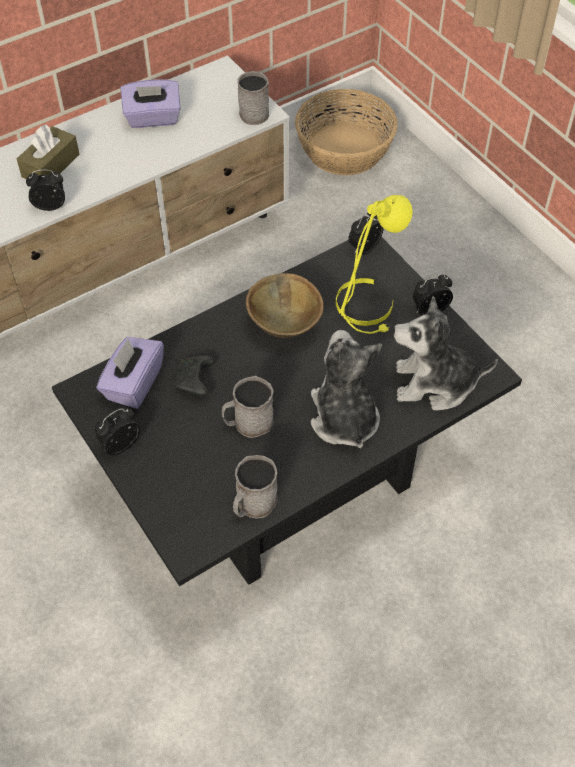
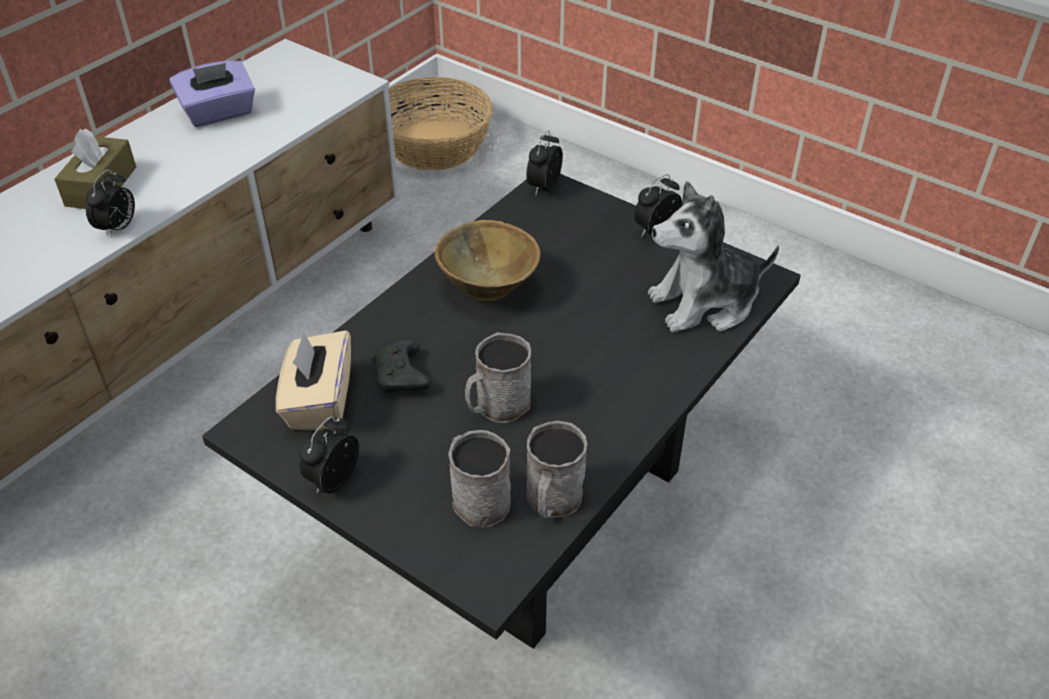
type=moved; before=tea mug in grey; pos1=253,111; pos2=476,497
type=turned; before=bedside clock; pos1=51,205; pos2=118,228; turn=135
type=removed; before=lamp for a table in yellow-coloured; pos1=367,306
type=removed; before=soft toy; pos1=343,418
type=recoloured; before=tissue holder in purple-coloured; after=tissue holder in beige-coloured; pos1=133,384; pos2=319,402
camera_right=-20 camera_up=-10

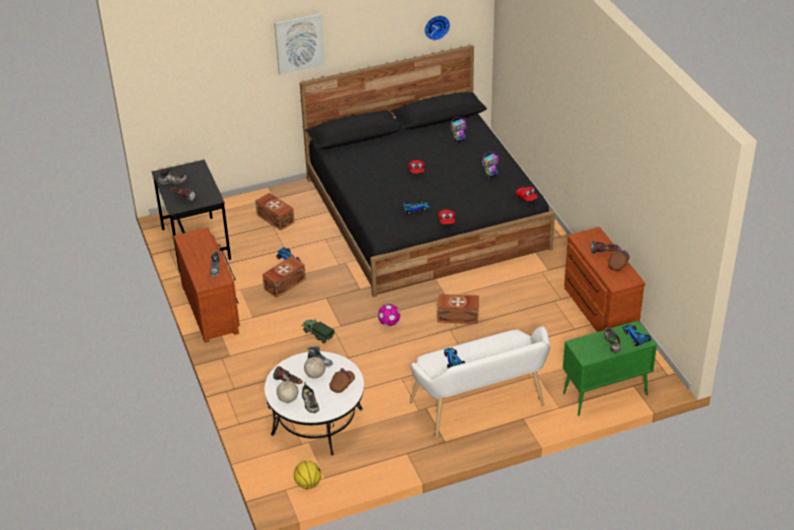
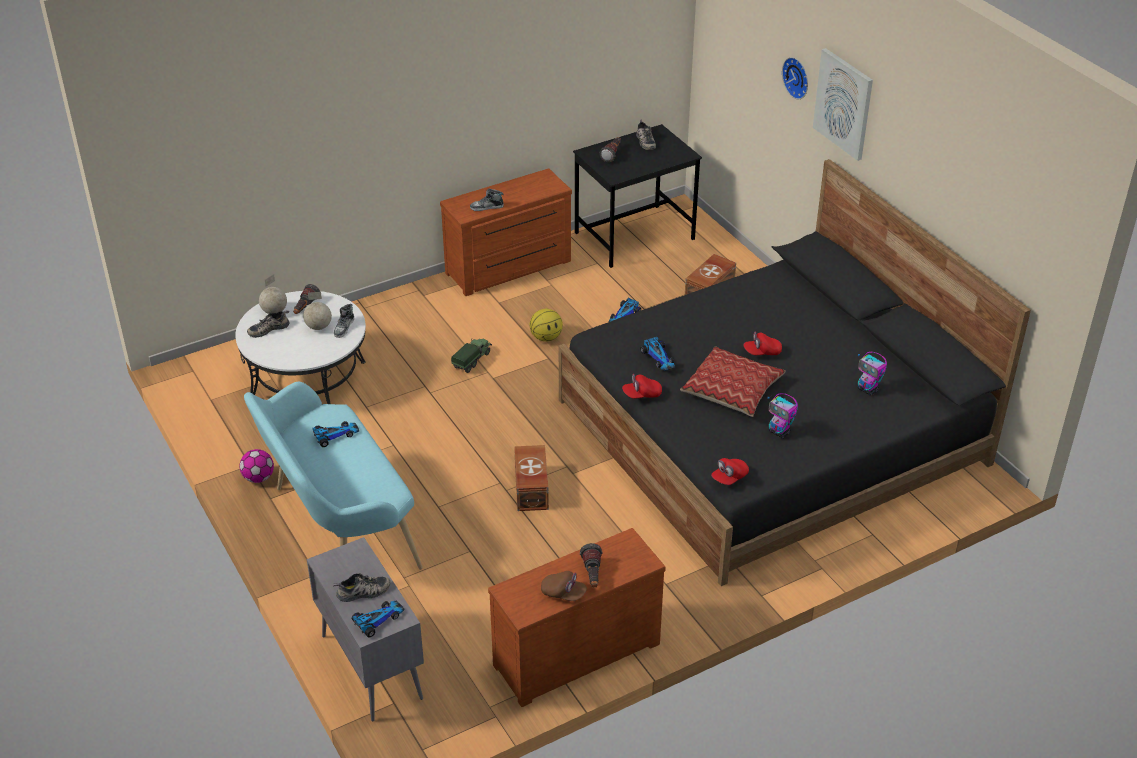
type=moved; before=hanging clock; pos1=436,26; pos2=797,77
type=removed; before=storage box in brown-coloured; pos1=284,284
type=moved; before=football; pos1=389,323; pos2=258,478
type=recoloured; before=cupboard in green-coloured; after=cupboard in grey; pos1=604,394; pos2=371,666
type=recoloured; before=indoor bench in white; after=indoor bench in turquoise; pos1=481,407; pos2=338,528
type=removed; before=cap in brown-coloured; pos1=342,385
type=moved; before=basketball ball; pos1=308,483; pos2=546,337
type=added; after=cushion; pos2=732,390
camera_right=80 camera_up=0

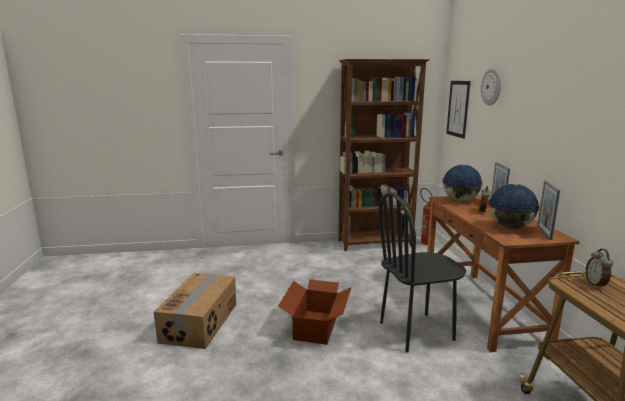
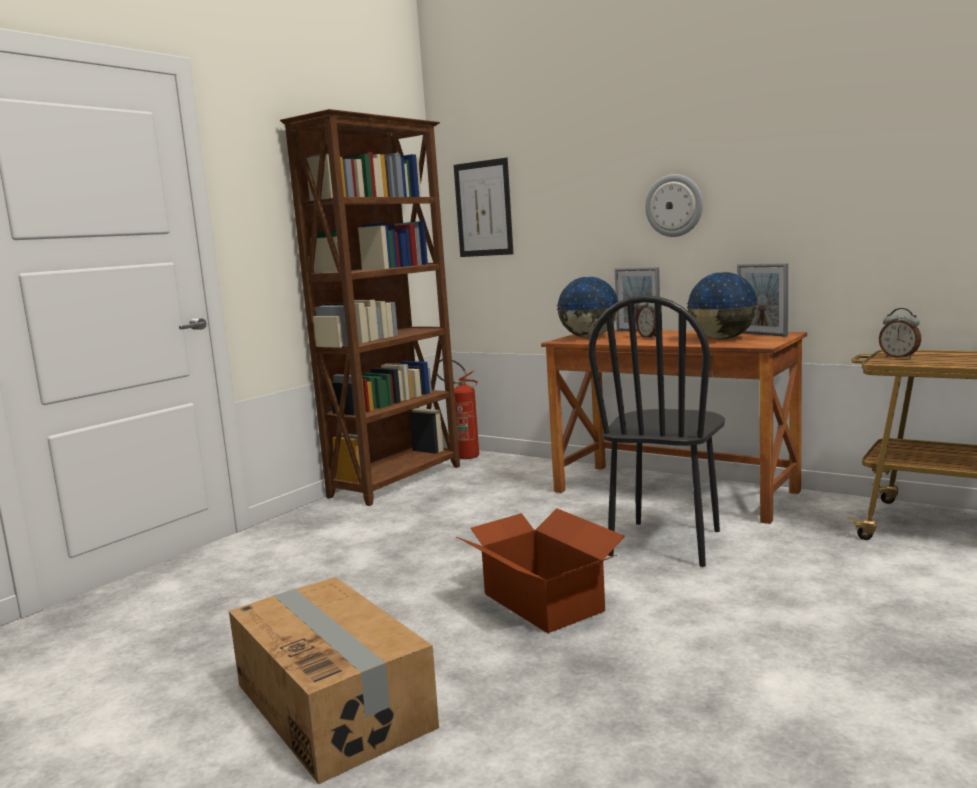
type=moved; before=hanging clock; pos1=491,87; pos2=674,205
camera_right=-45 camera_up=-5

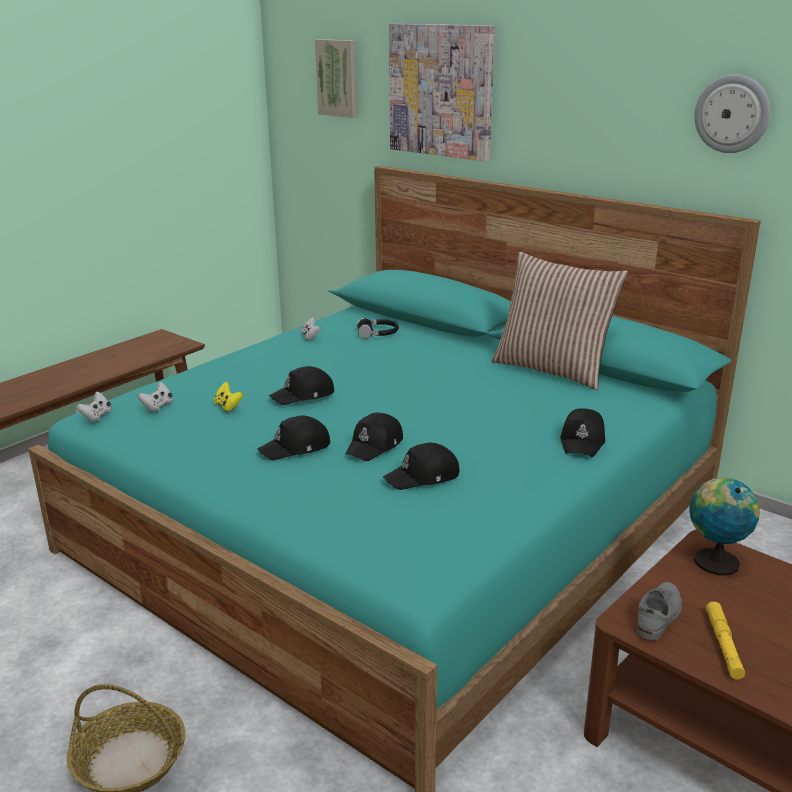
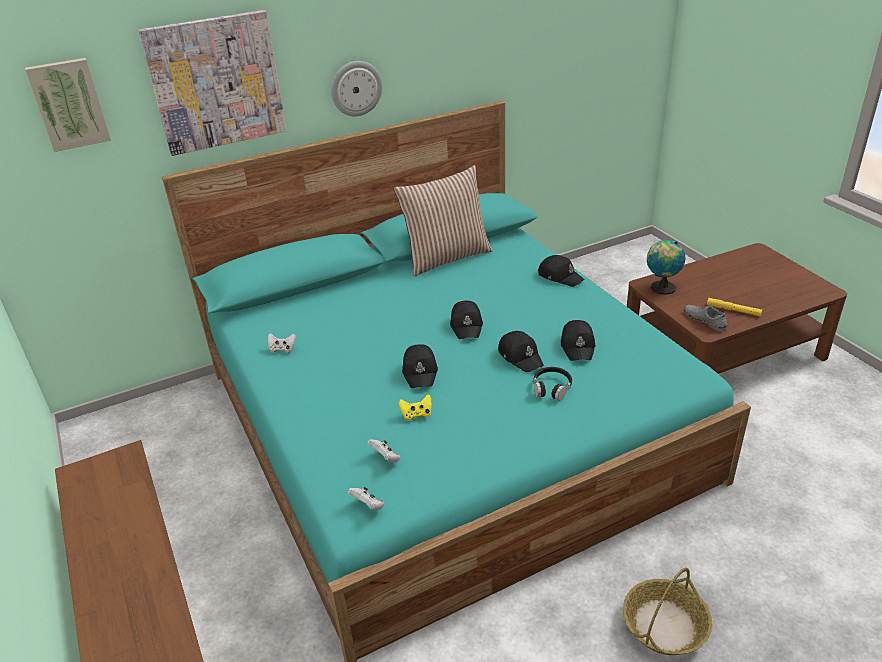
type=moved; before=hanging clock; pos1=732,114; pos2=356,88
type=moved; before=pair of headphones in blackish; pos1=378,334; pos2=551,388
type=moved; before=cap in blackish; pos1=296,448; pos2=467,325
camera_right=-65 camera_up=10

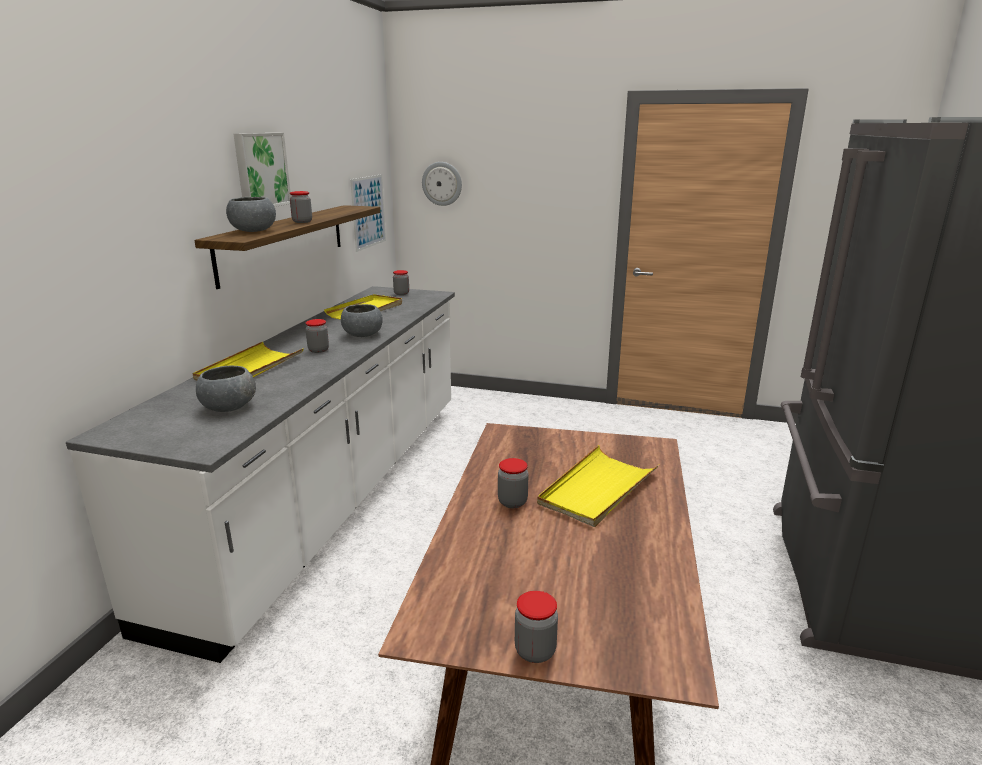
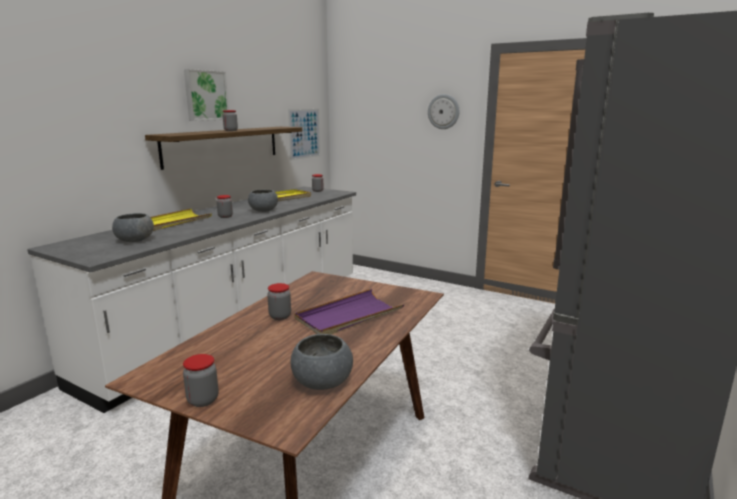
type=moved; before=hanging clock; pos1=442,183; pos2=443,111
type=moved; before=bowl in grey; pos1=253,231; pos2=322,382
type=recoloured; before=carrying tray in yellow-coloured; after=carrying tray in purple-coloured; pos1=597,489; pos2=348,316
camera_right=15 camera_up=-5

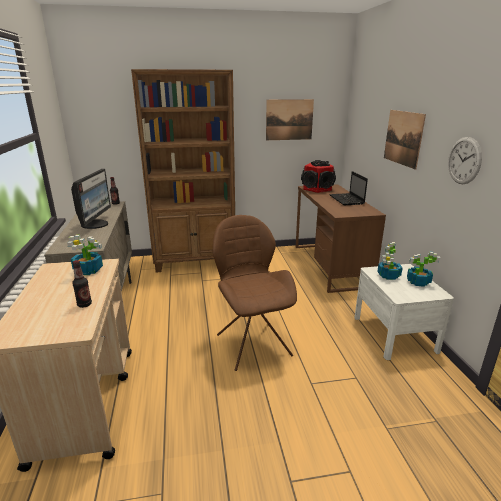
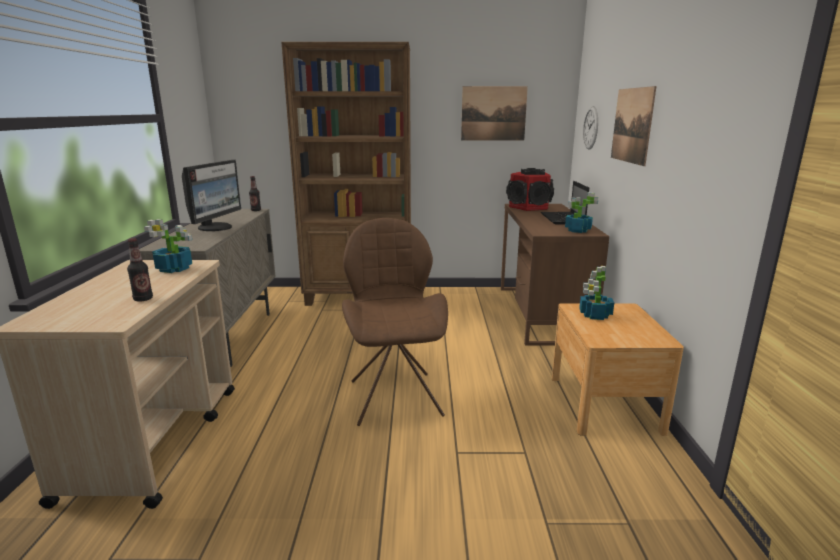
type=moved; before=hanging clock; pos1=464,160; pos2=591,128
type=moved; before=potted plant; pos1=417,282; pos2=577,230
type=recoloured; before=night table in white; after=night table in brown-coloured; pos1=394,334; pos2=604,404
camera_right=10 camera_up=-5

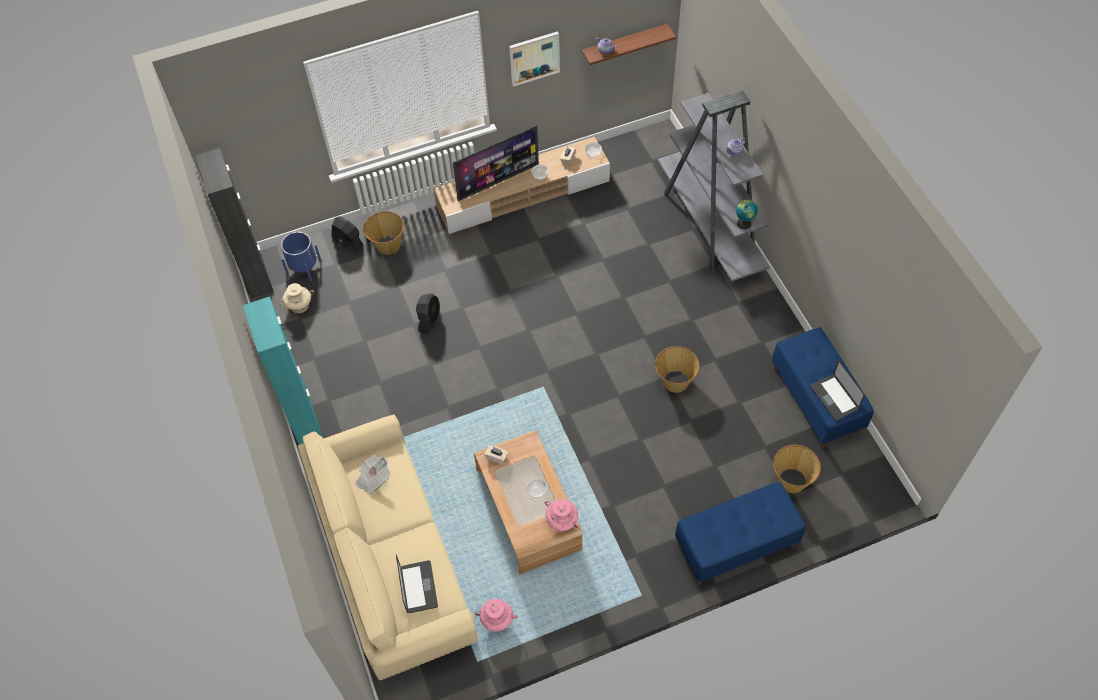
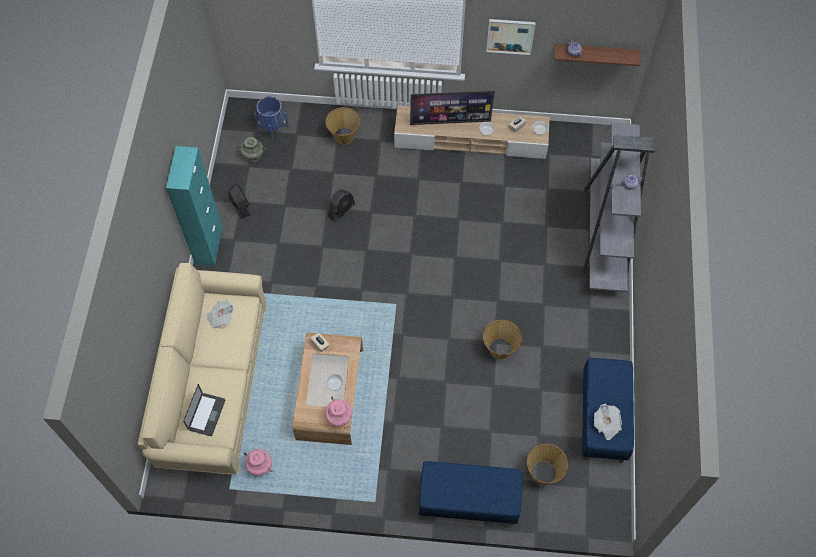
type=removed; before=cupboard in blackish; pos1=256,275
type=removed; before=world globe; pos1=744,222
type=moved; before=electric fan in blackish; pos1=347,241; pos2=240,206
type=recoloured; before=vase in beige-coloured; after=vase in turquoise; pos1=299,306; pos2=253,155
type=replaced; before=laptop; after=printed paper; pos1=834,398; pos2=606,424
camera_right=25 camera_up=5

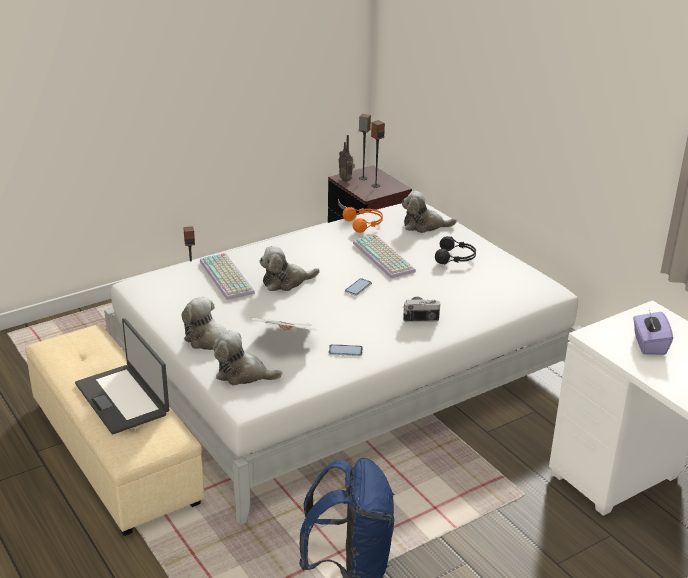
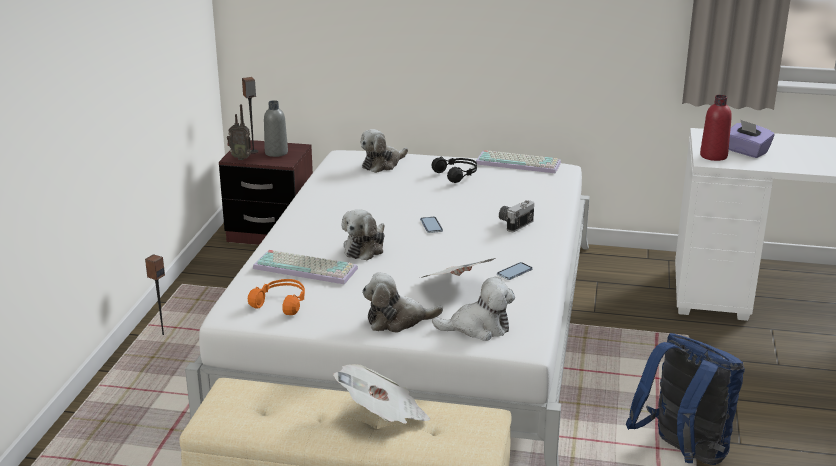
type=replaced; before=loudspeaker; after=bottle in grey; pos1=375,185; pos2=276,153
type=moved; before=pair of headphones in orangey; pos1=364,224; pos2=281,303
type=moved; before=keyboard; pos1=385,257; pos2=519,163
type=replaced; before=laptop; after=printed paper; pos1=123,399; pos2=383,416
type=turned; before=soft toy; pos1=243,374; pos2=478,328; turn=-150
type=added; after=bottle in red-coloured; pos2=713,156
camera_right=-45 camera_up=-5

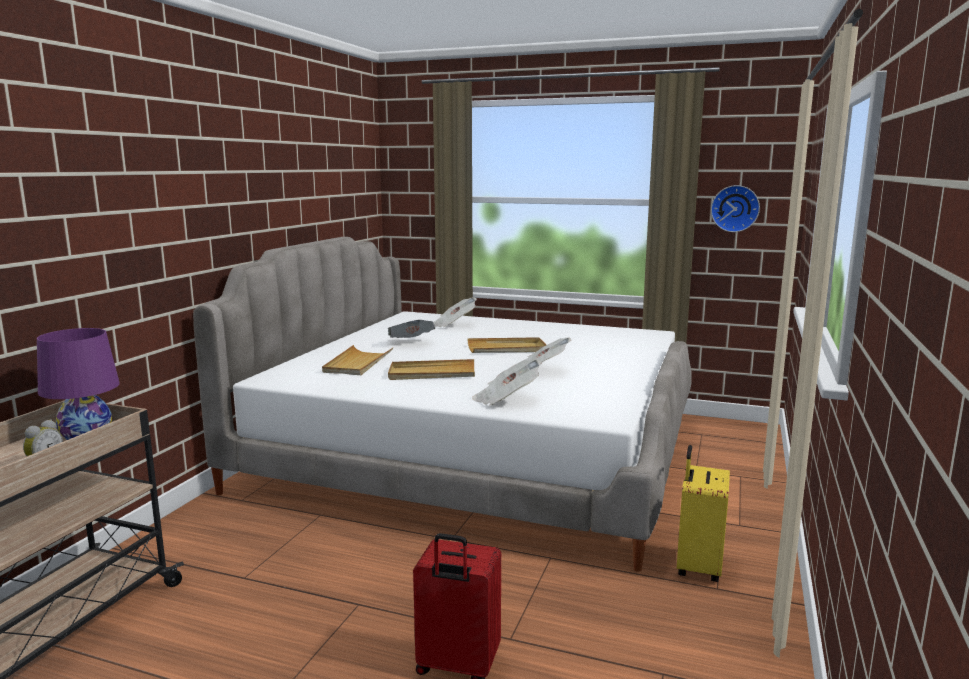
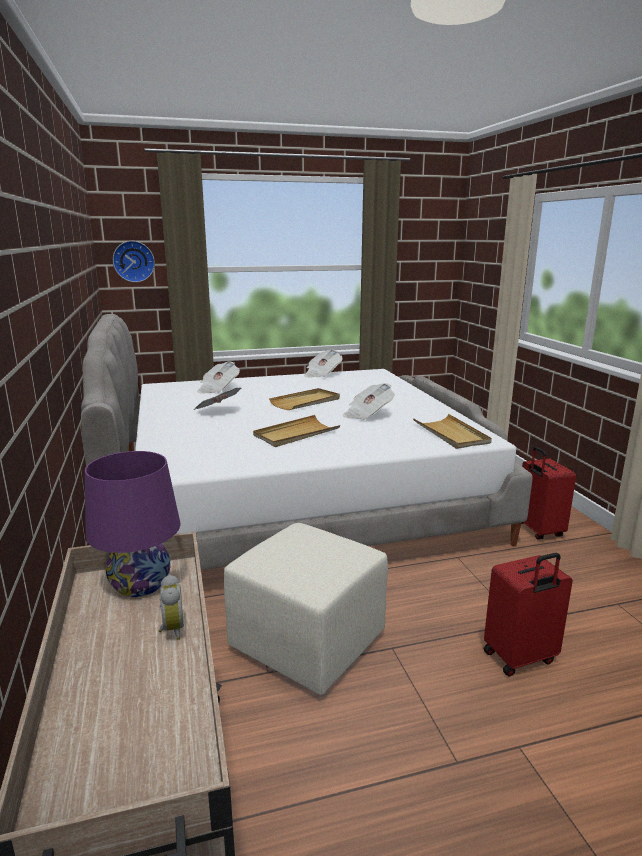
type=moved; before=hanging clock; pos1=735,208; pos2=134,261
type=moved; before=carrying tray in beige-coloured; pos1=358,363; pos2=451,434
type=moved; before=printed paper; pos1=506,399; pos2=322,374
type=recoloured; before=travel case in yellow-coloured; after=travel case in red-coloured; pos1=697,567; pos2=538,530
type=added; after=ottoman in beige-coloured; pos2=306,642
camera_right=-35 camera_up=5

